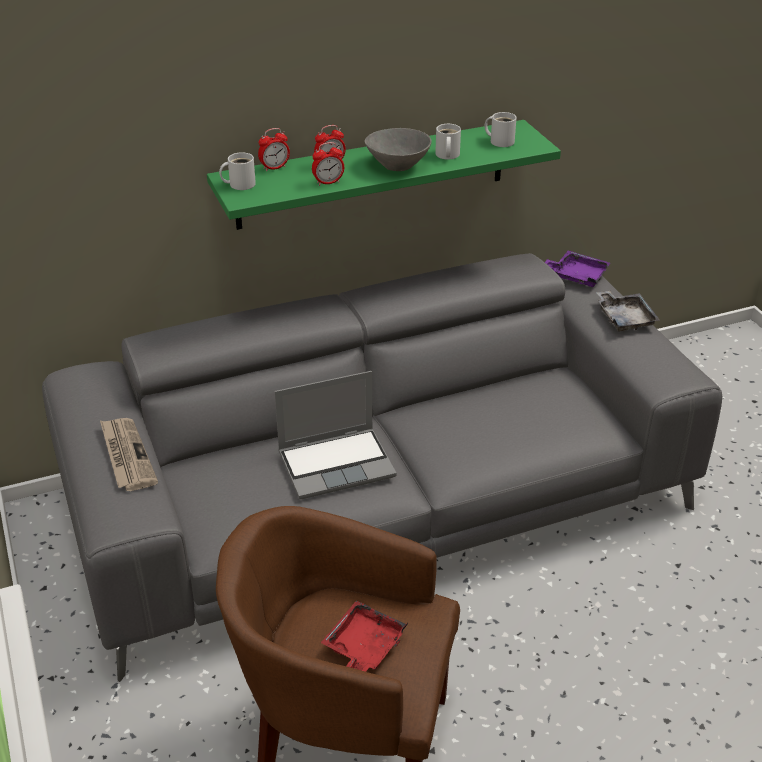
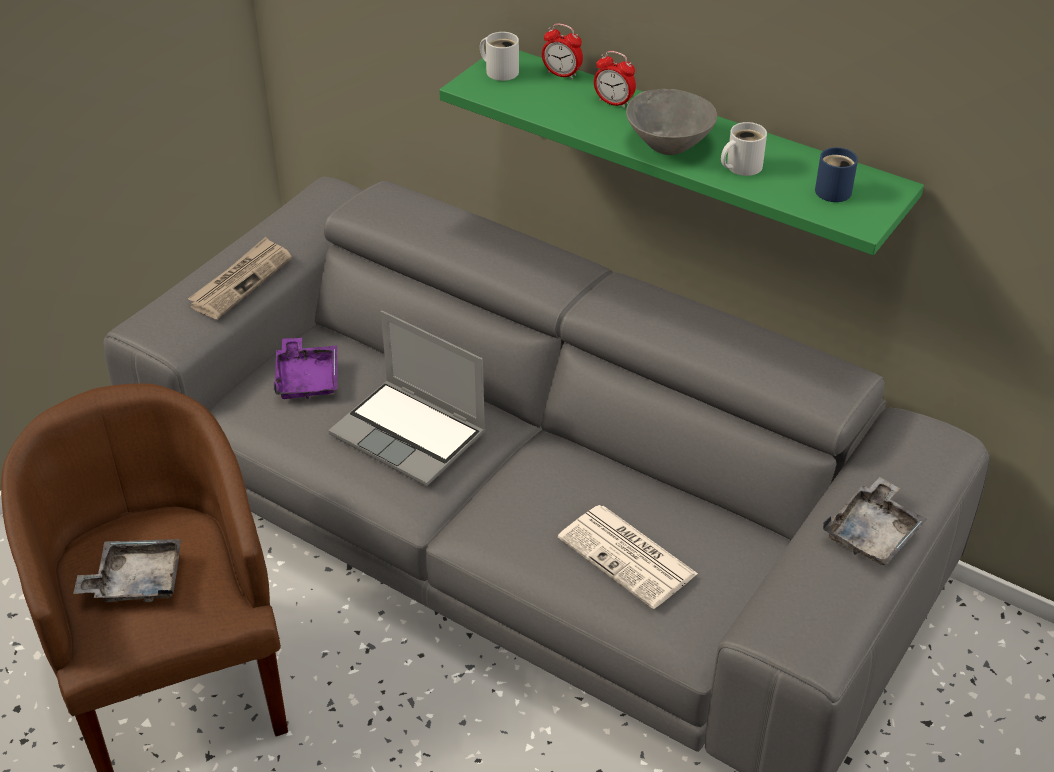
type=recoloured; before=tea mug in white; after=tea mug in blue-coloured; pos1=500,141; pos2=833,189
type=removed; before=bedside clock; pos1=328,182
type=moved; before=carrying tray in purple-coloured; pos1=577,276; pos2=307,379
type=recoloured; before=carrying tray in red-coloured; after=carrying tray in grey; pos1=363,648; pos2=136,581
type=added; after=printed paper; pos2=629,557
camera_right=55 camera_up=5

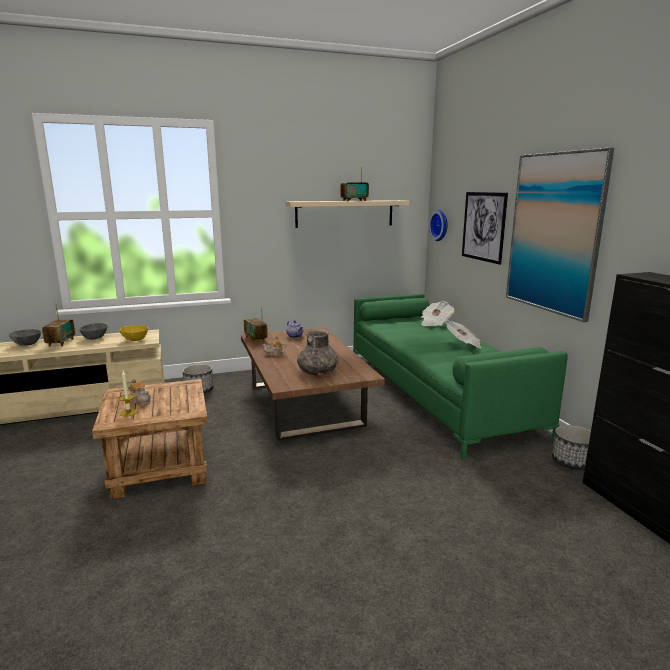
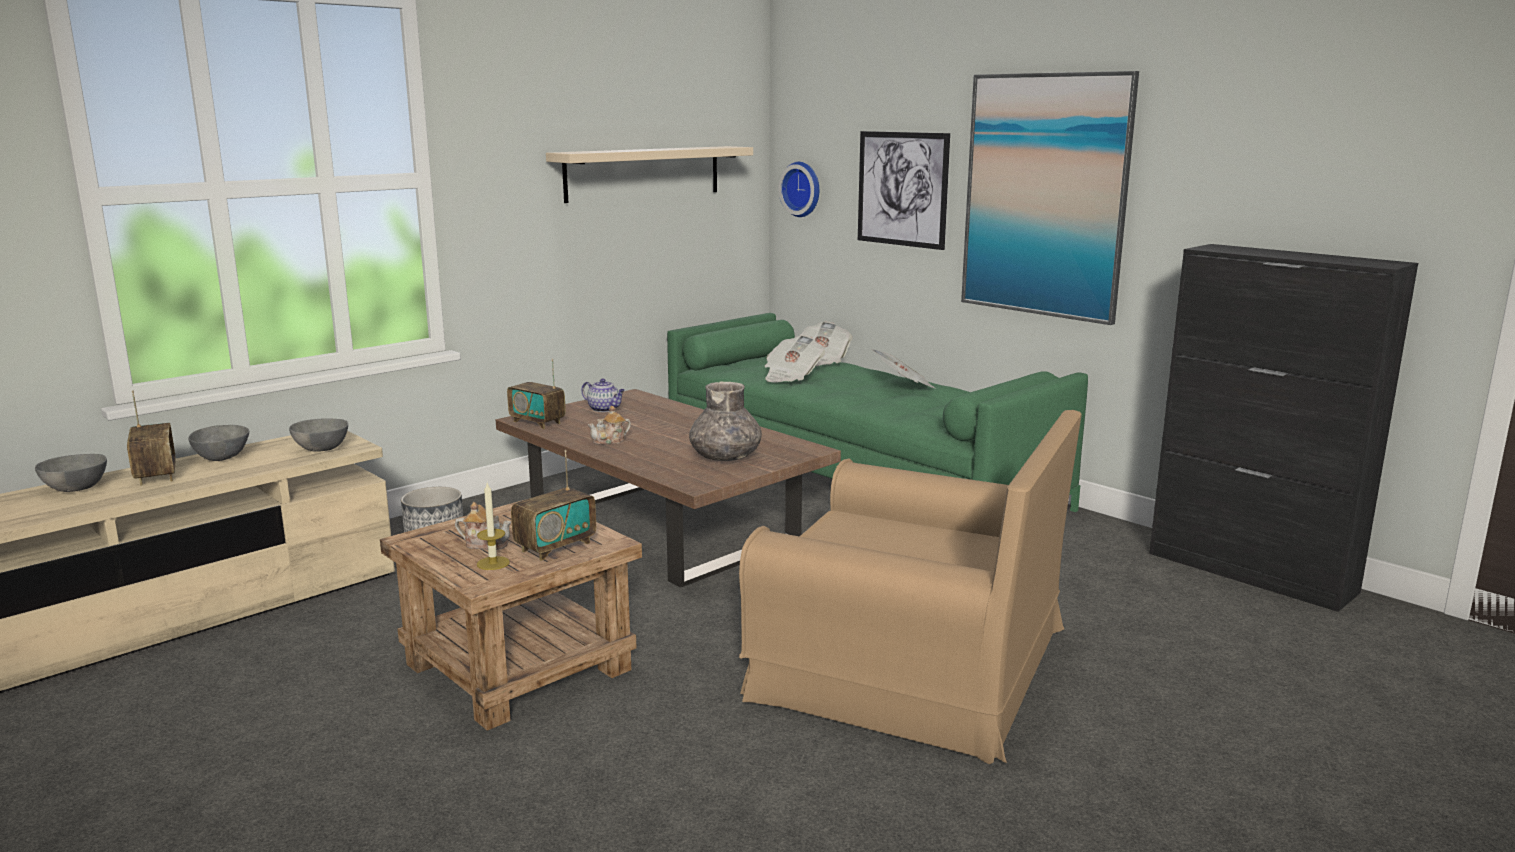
type=moved; before=radio receiver; pos1=354,200; pos2=555,547
type=recoloured; before=bowl in yellow-coloured; after=bowl in grey; pos1=134,339; pos2=320,449
type=removed; before=plant pot; pos1=572,462
type=added; after=printed paper; pos2=791,376
type=added; after=lounge chair in brown-coloured; pos2=911,663
camera_right=-25 camera_up=0

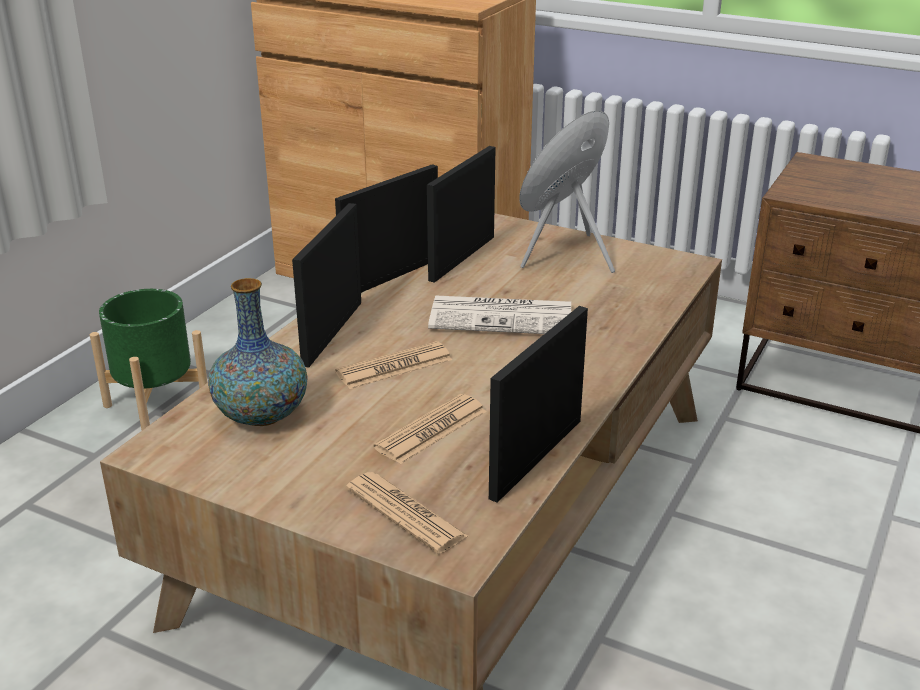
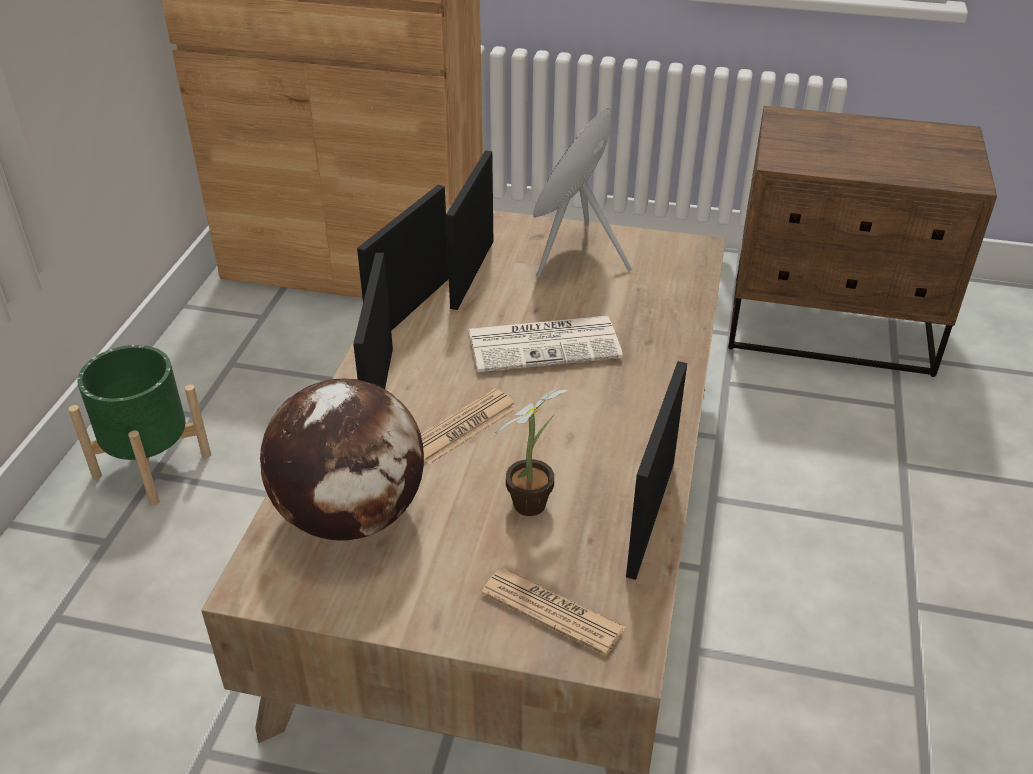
type=replaced; before=vase; after=world globe; pos1=262,415; pos2=352,515
type=replaced; before=printed paper; after=potted plant; pos1=431,430; pos2=534,501
camera_right=-15 camera_up=10

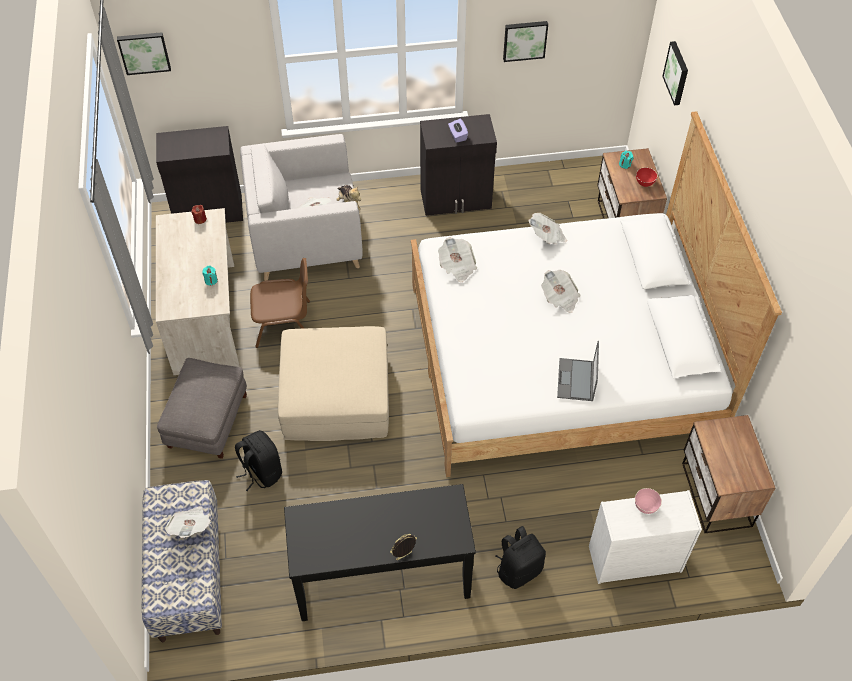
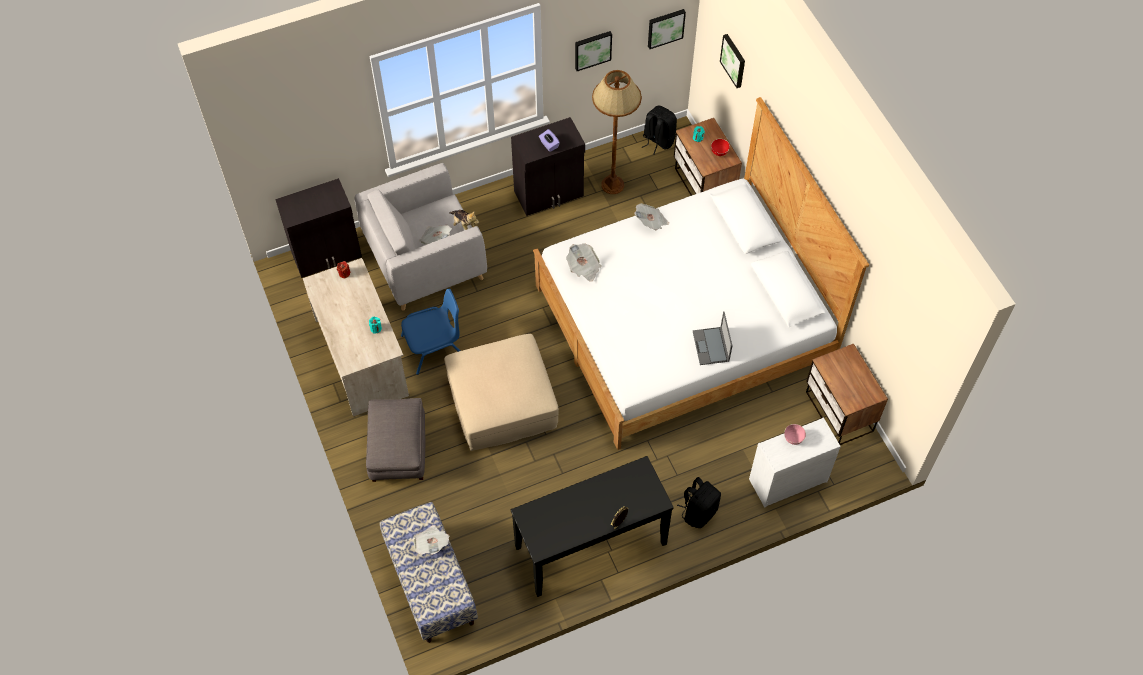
type=moved; before=picture; pos1=144,52; pos2=665,27
type=recoloured; before=upright chair in brown-coloured; after=upright chair in blue-coloured; pos1=284,323; pos2=434,346
type=removed; before=printed paper; pos1=560,298
type=moved; before=knapsack in blackish; pos1=261,472; pos2=657,140
type=added; after=floor lamp in brown-coloured; pos2=612,184
camera_right=-15 camera_up=5

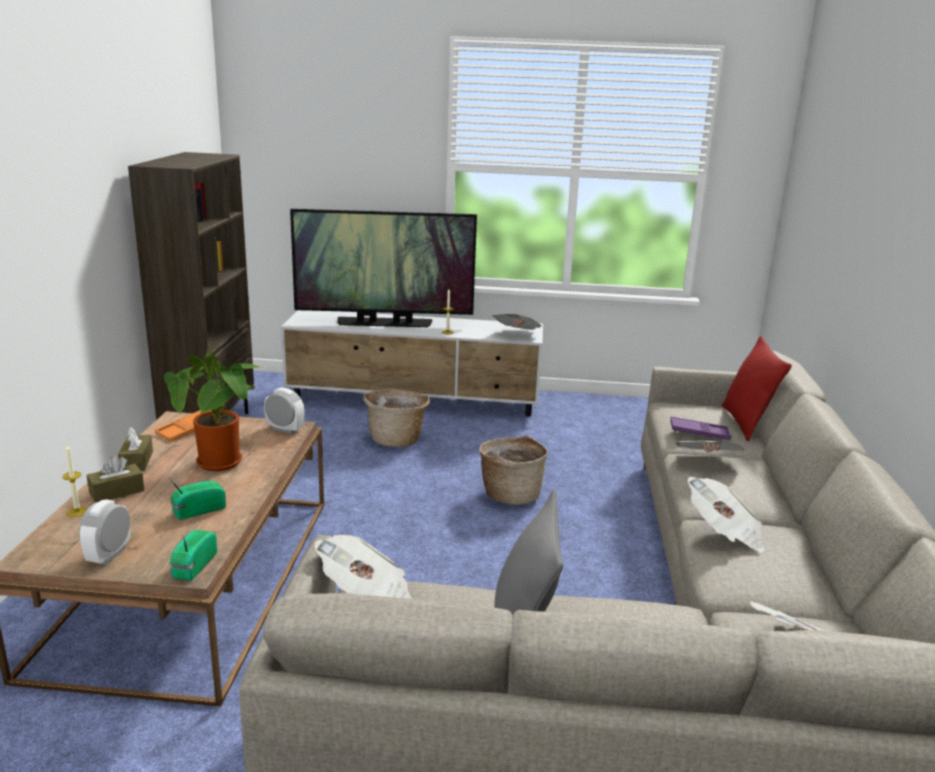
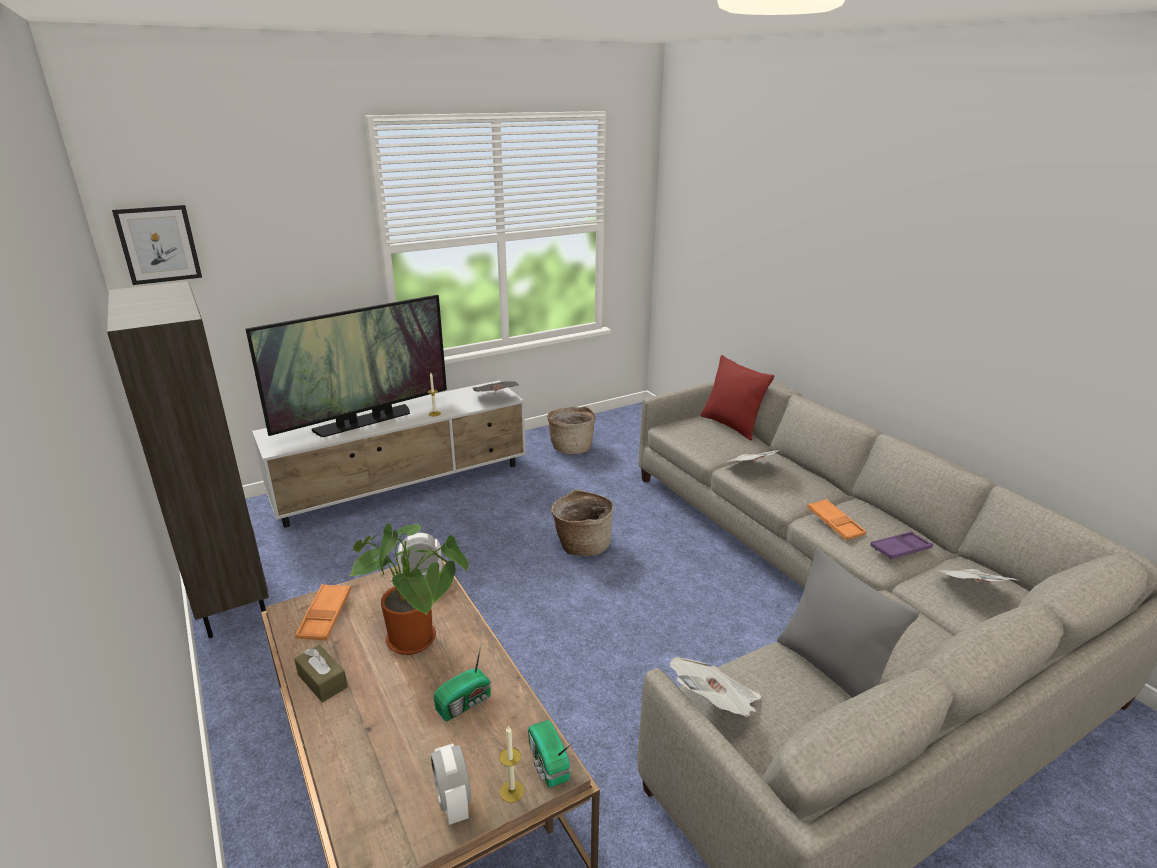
type=moved; before=storage basket; pos1=397,439; pos2=571,447
type=moved; before=carrying tray in purple-coloured; pos1=699,433; pos2=900,549
type=moved; before=wax light; pos1=77,511; pos2=512,791
type=removed; before=tissue holder in brown-coloured; pos1=117,492
type=replaced; before=printed paper; after=carrying tray in orangey; pos1=724,533; pos2=835,523
type=turned; before=radio receiver; pos1=197,510; pos2=466,703; turn=-150
type=added; after=picture; pos2=158,244
camera_right=-35 camera_up=5

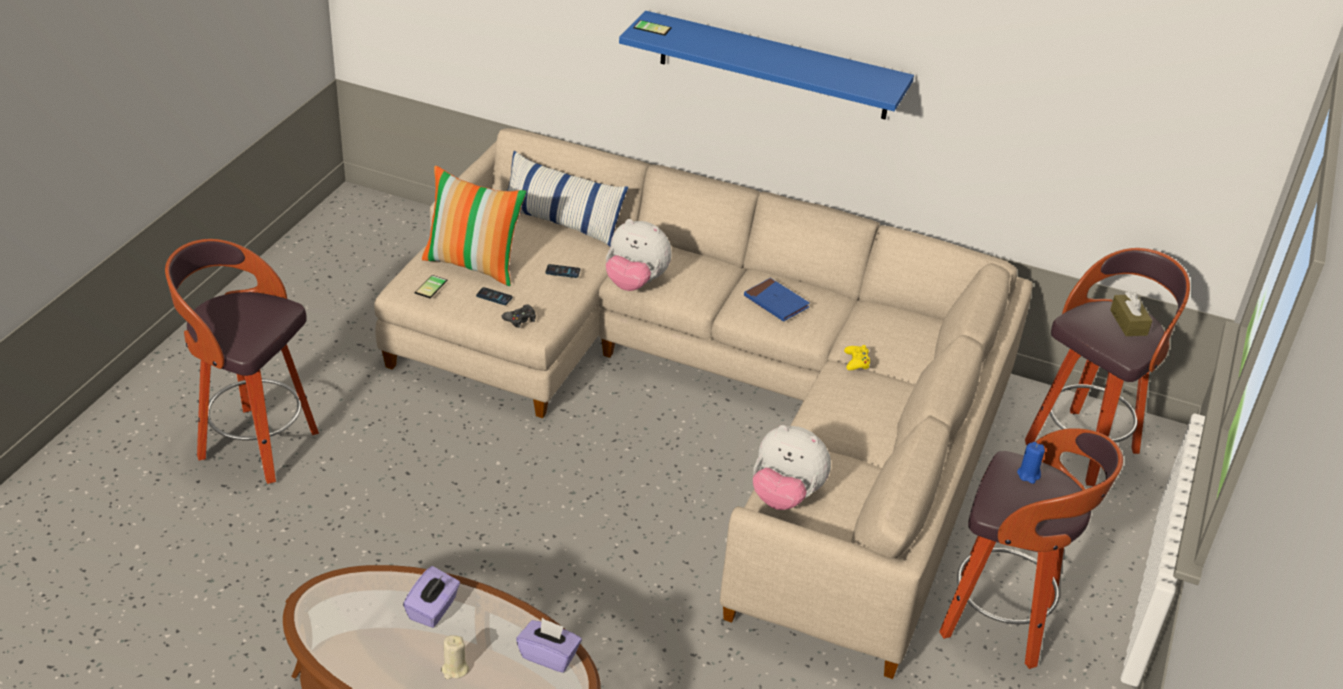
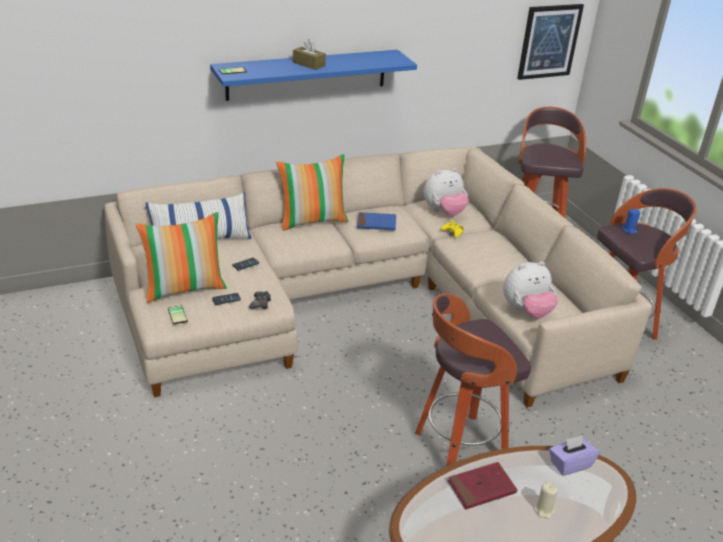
type=moved; before=soft toy; pos1=635,283; pos2=444,212
type=moved; before=stool; pos1=255,444; pos2=458,447
type=moved; before=tissue holder in brown-coloured; pos1=1128,322; pos2=309,64
type=replaced; before=tissue holder in purple-coloured; after=book in red-coloured; pos1=433,609; pos2=481,488
type=added; after=picture; pos2=549,41
type=added; after=cushion; pos2=312,220
camera_right=-45 camera_up=-5

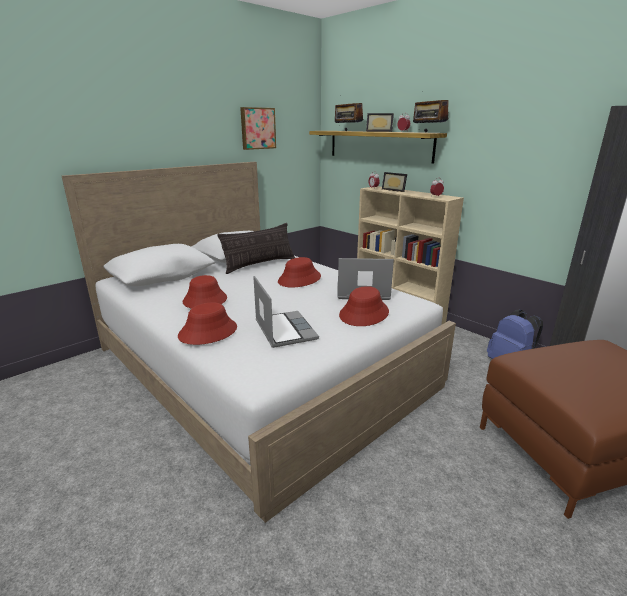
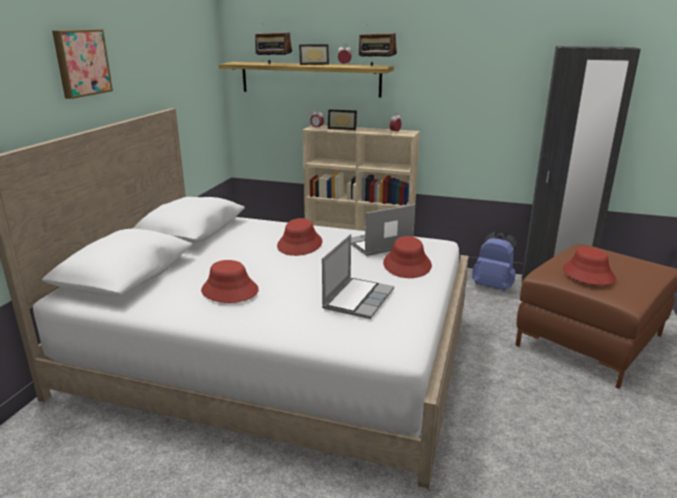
type=moved; before=picture; pos1=257,128; pos2=81,62
type=removed; before=cushion; pos1=259,264
type=turned; before=laptop; pos1=284,330; pos2=358,299; turn=75
type=moved; before=wearable hat in red-coloured; pos1=208,332; pos2=588,274
camera_right=-30 camera_up=0

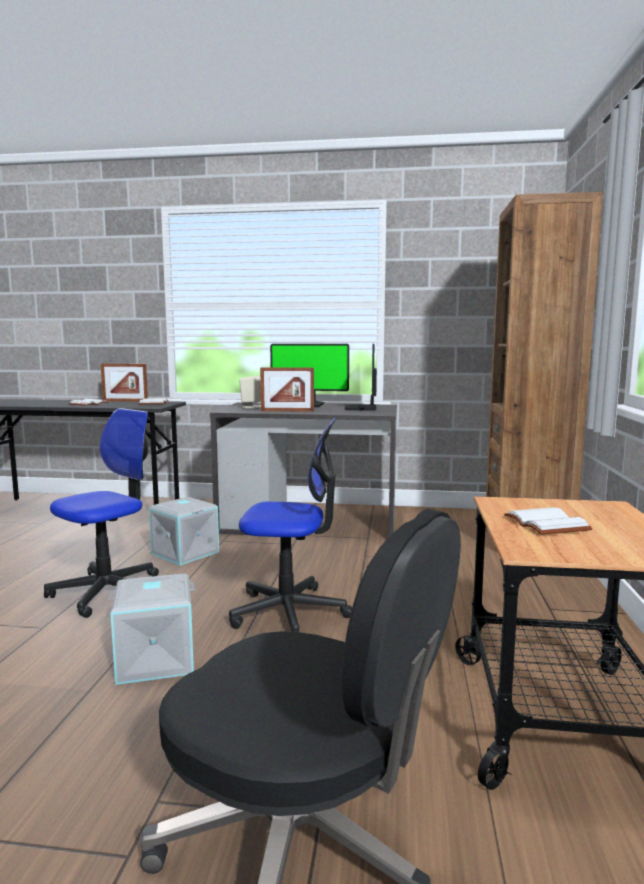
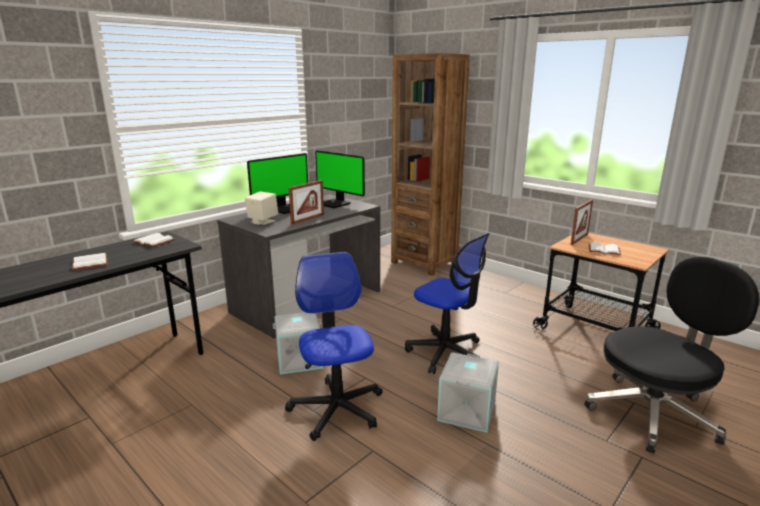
type=moved; before=picture frame; pos1=125,401; pos2=579,239
type=turned; before=computer chair; pos1=290,613; pos2=446,353; turn=90
camera_right=-55 camera_up=10

